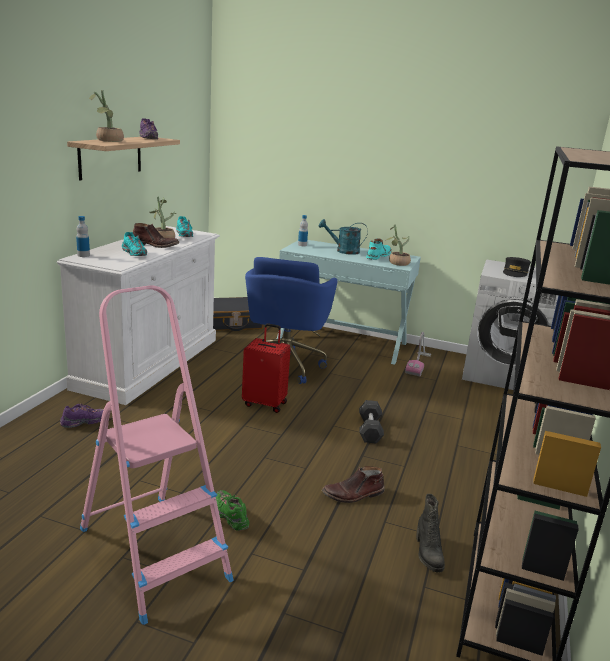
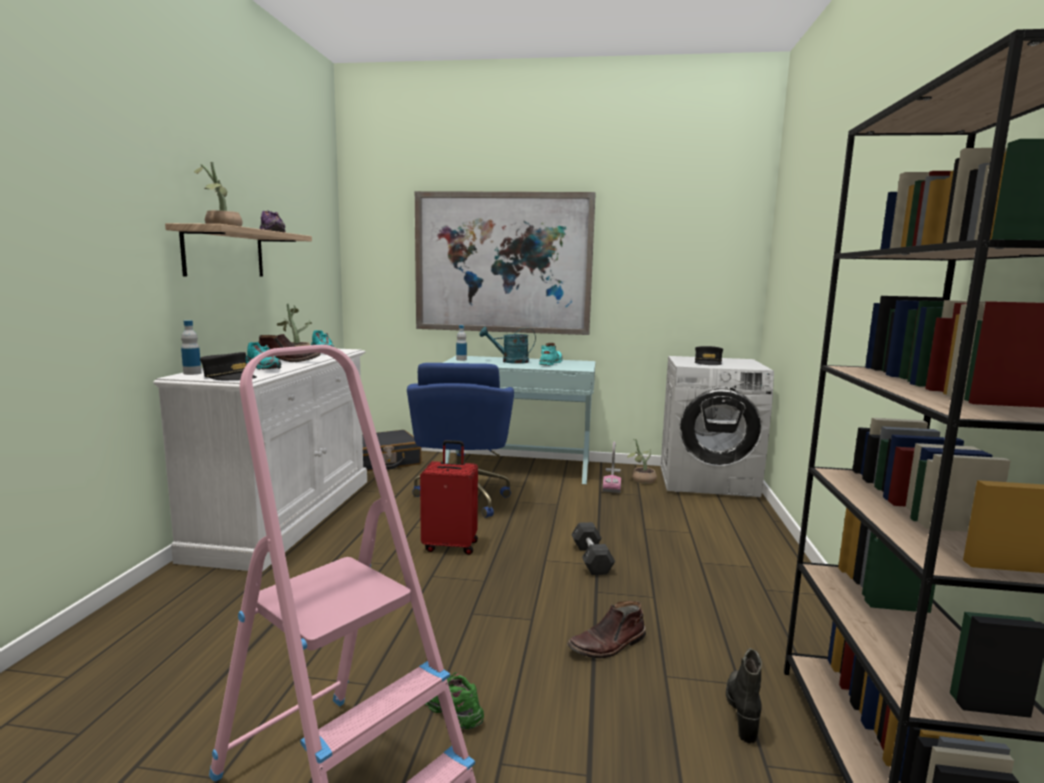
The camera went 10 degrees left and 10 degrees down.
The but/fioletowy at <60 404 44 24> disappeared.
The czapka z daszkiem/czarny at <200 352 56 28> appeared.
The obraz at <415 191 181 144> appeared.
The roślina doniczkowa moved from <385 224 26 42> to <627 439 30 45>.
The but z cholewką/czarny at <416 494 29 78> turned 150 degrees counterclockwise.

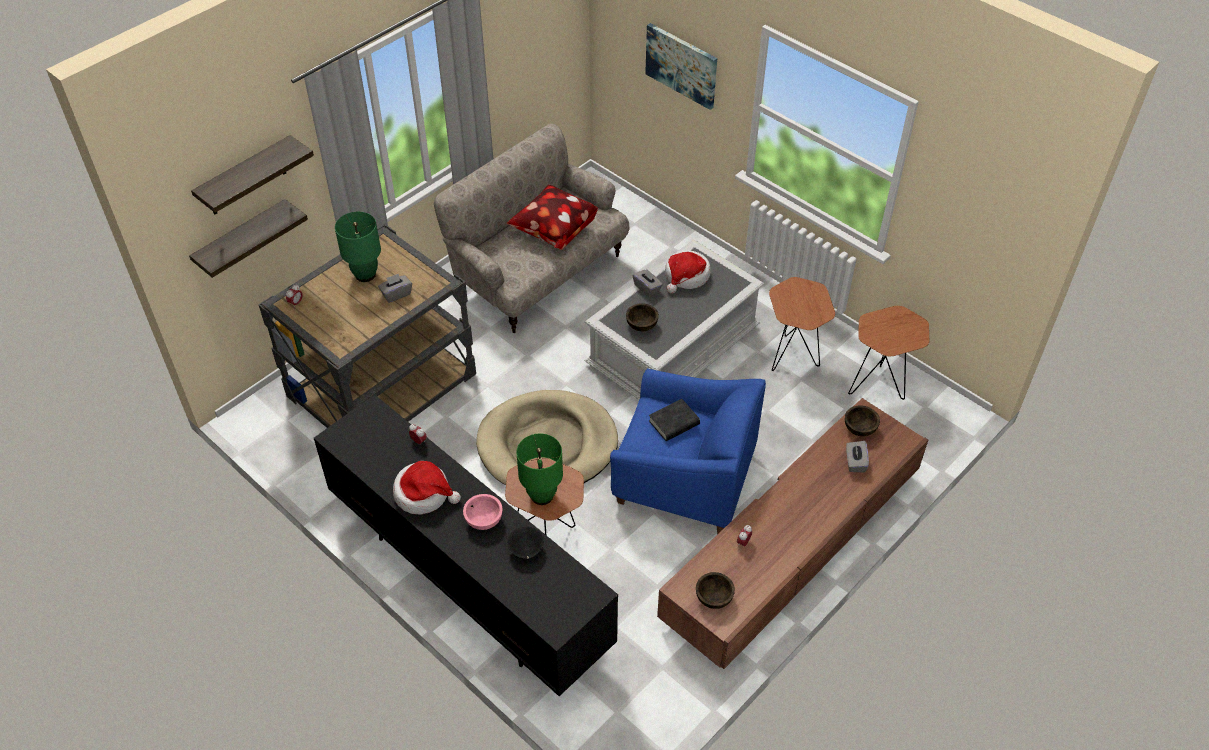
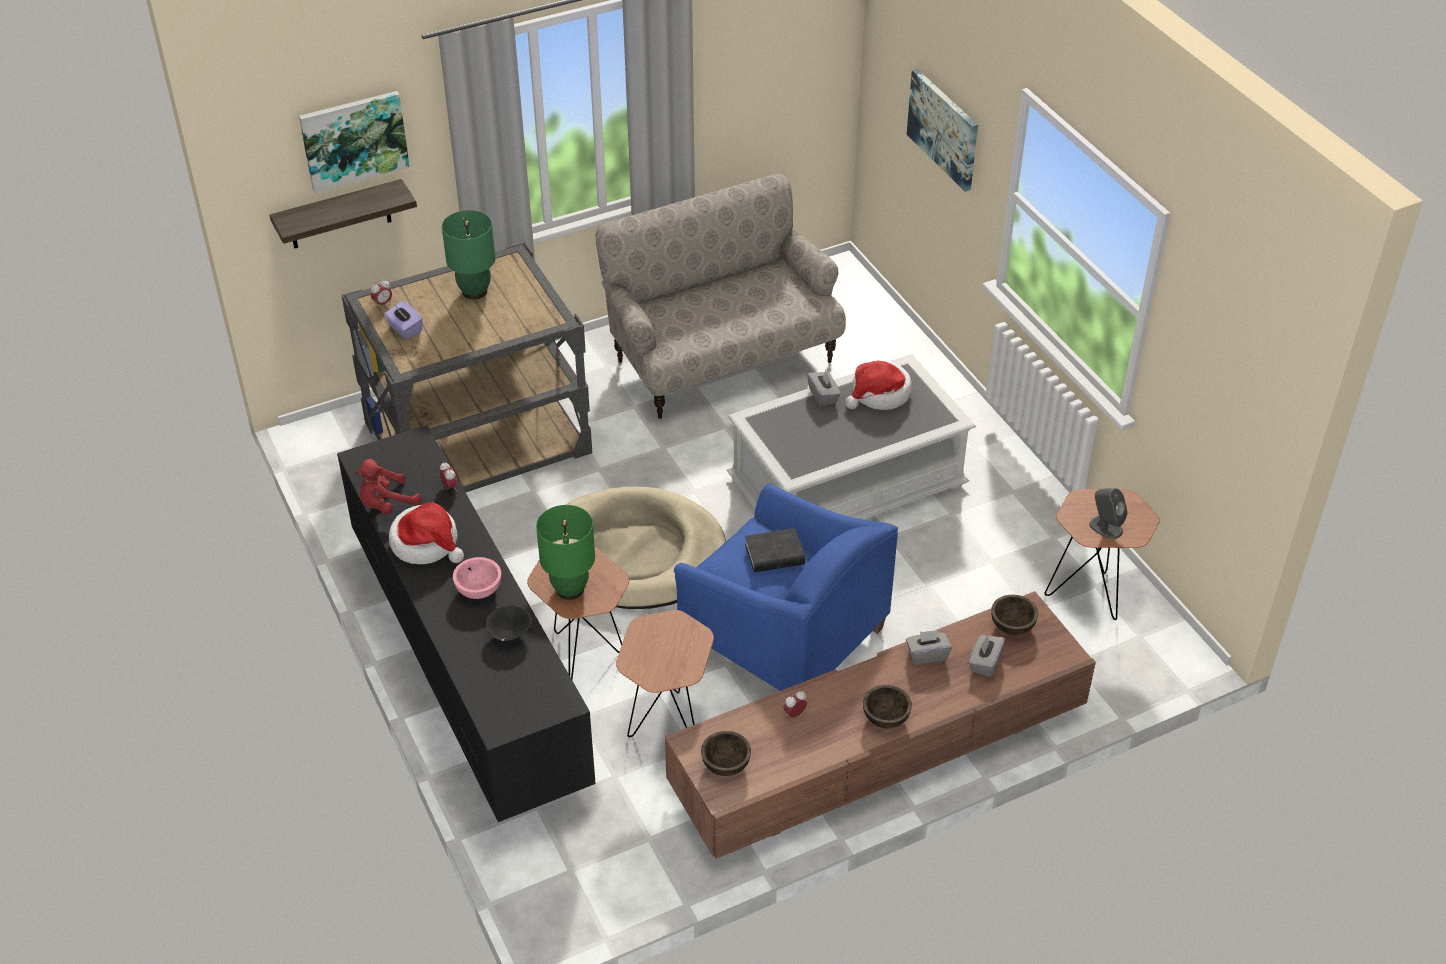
The camera went 20 degrees right and 5 degrees down.
The poduszka at <507 185 91 65> disappeared.
The pluszak/czerwony at <355 459 67 56> appeared.
The pudełko chusteczek/fioletowy at <384 301 39 38> appeared.
The głośnik/szary at <1089 488 39 51> appeared.
The pudełko chusteczek/szary moved from <378 274 34 29> to <906 630 46 35>.
The miska/brązowy moved from <626 303 33 29> to <863 685 49 44>.
The stolik/brązowy moved from <769 277 66 94> to <616 610 98 127>.
The półka at <191 135 123 80> was replaced by the obraz at <299 91 111 102>.

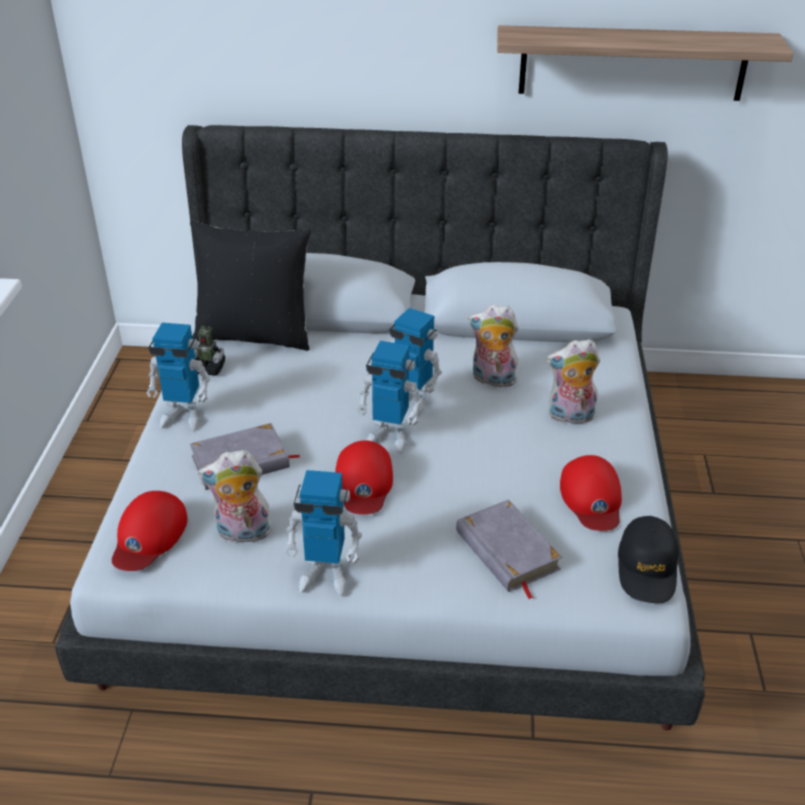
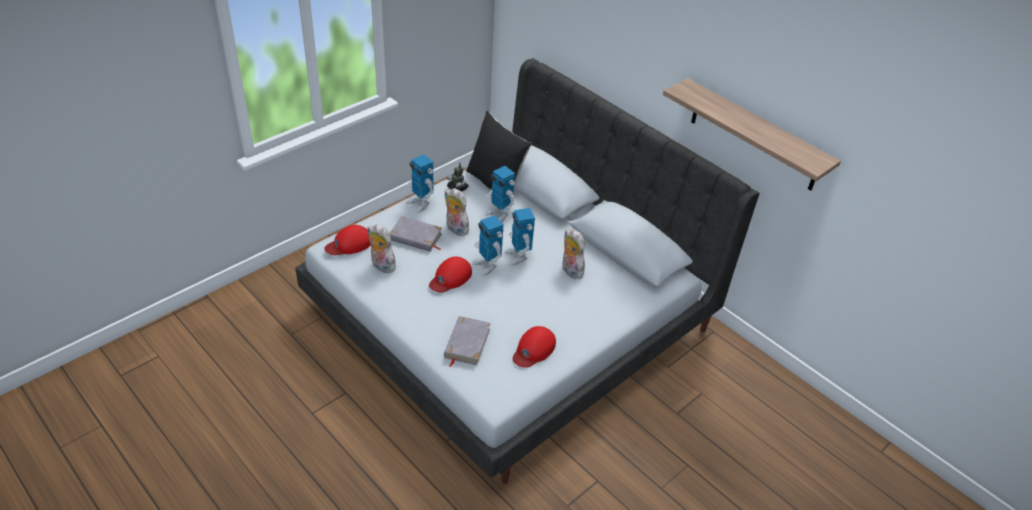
The camera went 40 degrees right and 5 degrees up.
The czapka z daszkiem/czarny at <618 516 61 87> disappeared.
The robot zabawkowy moved from <285 470 77 126> to <485 166 30 56>.
The pluszak moved from <546 339 54 85> to <445 188 24 48>.

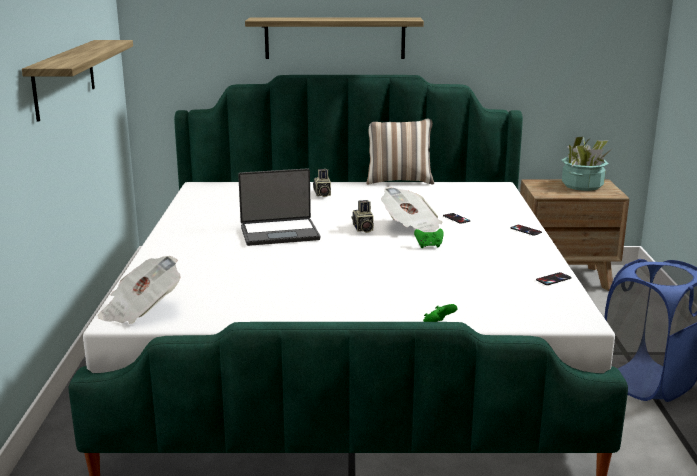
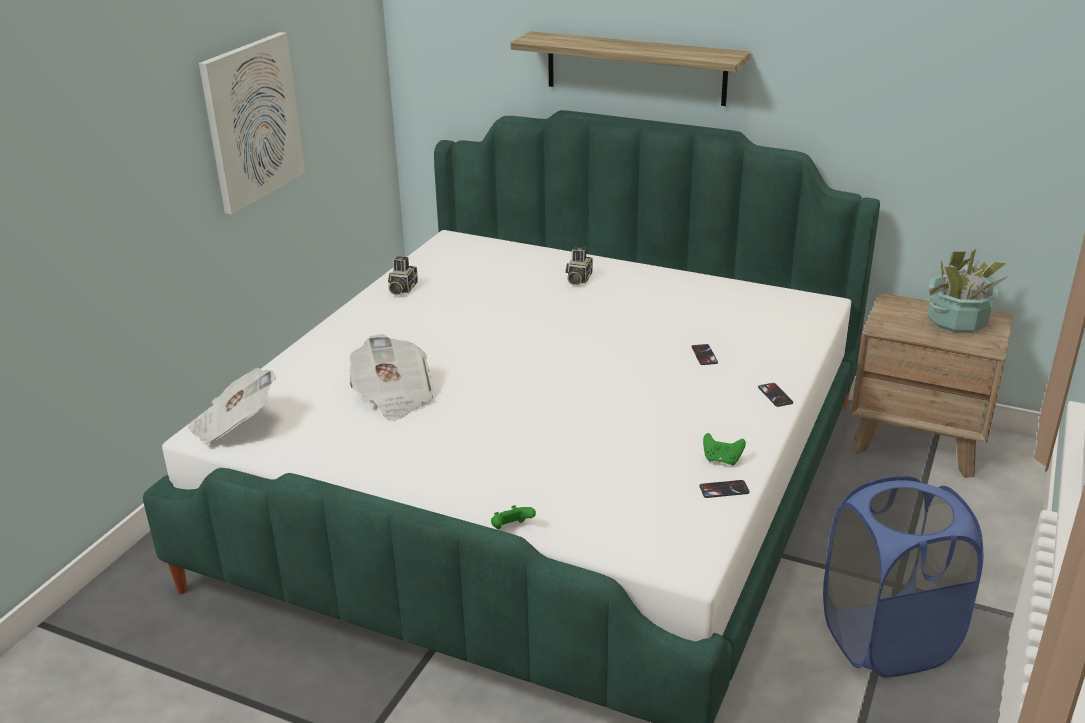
The camera went 25 degrees right and 10 degrees up.
The laptop at <238 168 82 78> disappeared.
The poduszka at <367 118 67 67> disappeared.
The aparat fotograficzny moved from <351 200 23 33> to <388 256 30 39>.
The gazeta moved from <381 187 61 45> to <349 334 84 87>.
The pad do gier/zielony moved from <414 229 30 19> to <703 433 43 32>.
The półka at <22 40 111 82> was replaced by the obraz at <199 32 106 182>.

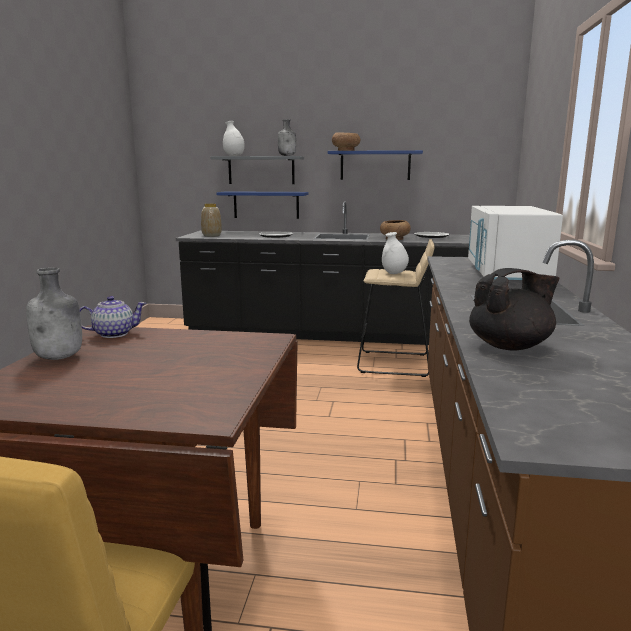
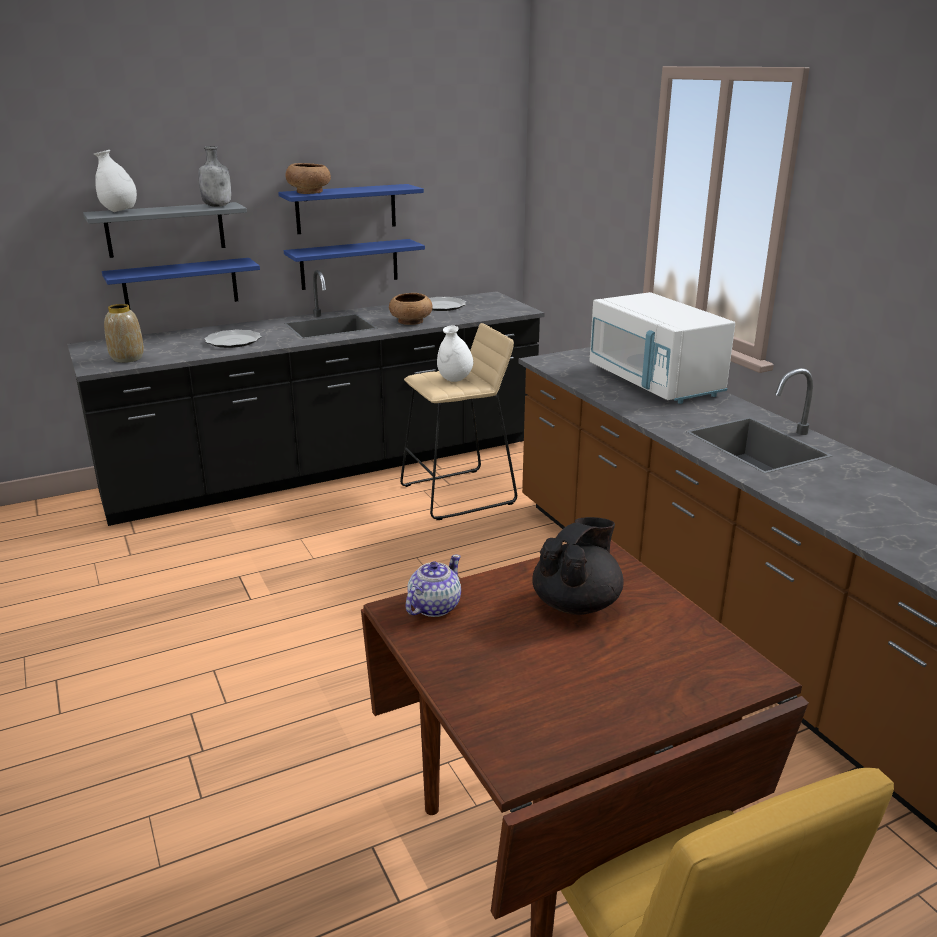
The camera went 35 degrees left and 10 degrees up.
The butelka/szary at <26 268 56 92> disappeared.
The półka/niebieski at <284 239 141 51> appeared.
The imbryk/czarny moved from <469 268 91 83> to <532 517 92 98>.

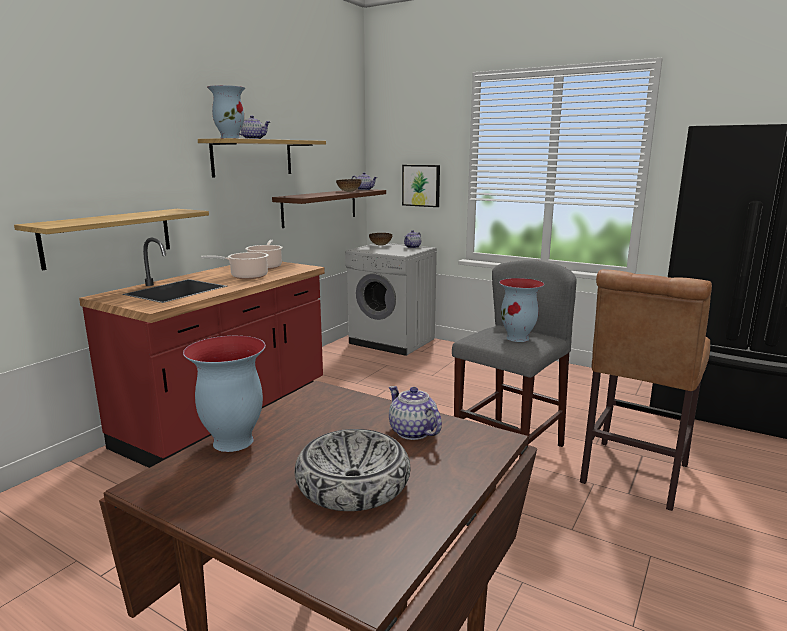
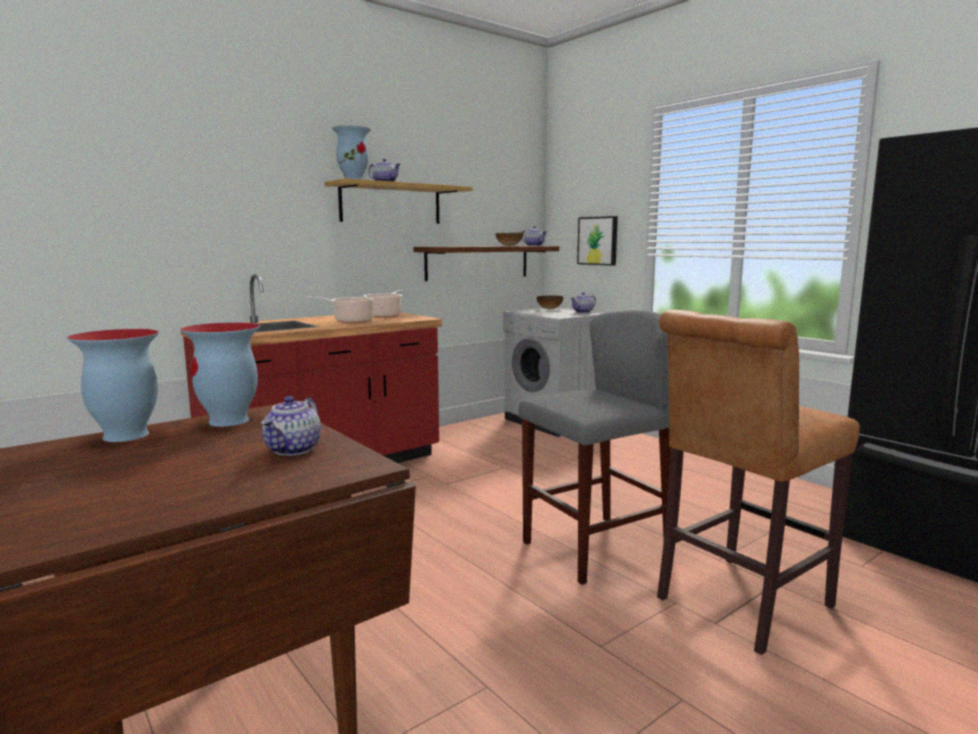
The camera went 20 degrees right and 5 degrees down.
The półka at <14 209 195 61> disappeared.
The miska at <295 429 115 82> disappeared.
The wazon moved from <499 278 45 64> to <180 322 80 105>.
The imbryk at <389 386 53 54> turned 150 degrees counterclockwise.

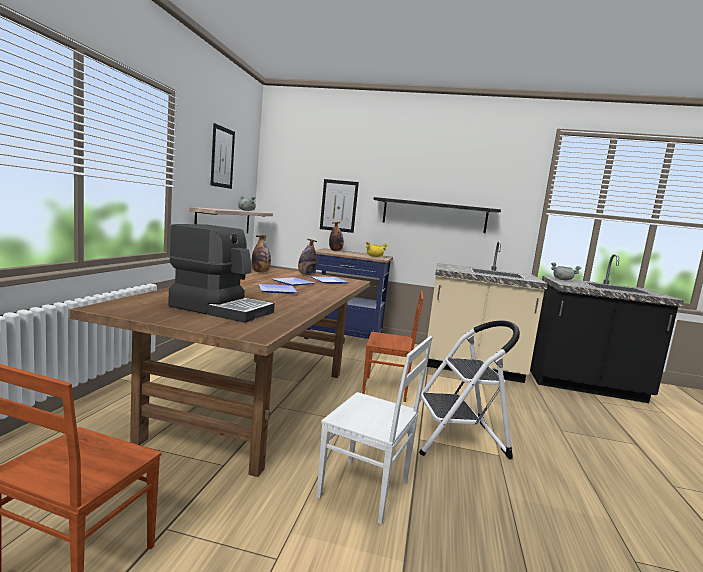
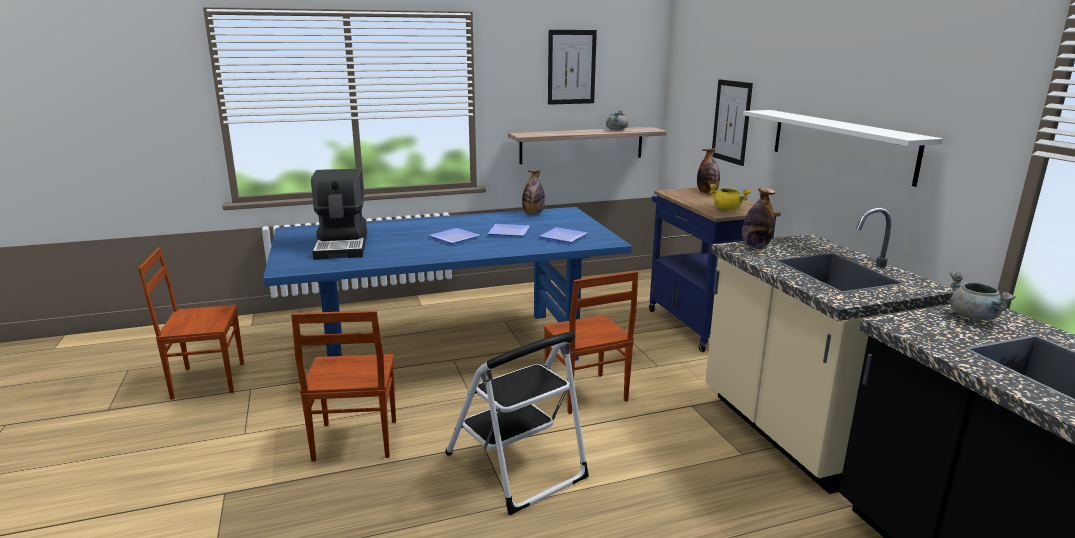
The camera went 60 degrees right and 10 degrees up.
The butelka moved from <298 239 19 36> to <742 187 34 61>.
The stół jadalny/brązowy at <70 267 300 210> became the stół jadalny/niebieski at <263 207 369 154>.
The krzesło/biały at <317 336 116 188> became the krzesło/brązowy at <291 310 105 152>.
The półka/czarny at <374 197 127 36> became the półka/biały at <743 110 200 77>.

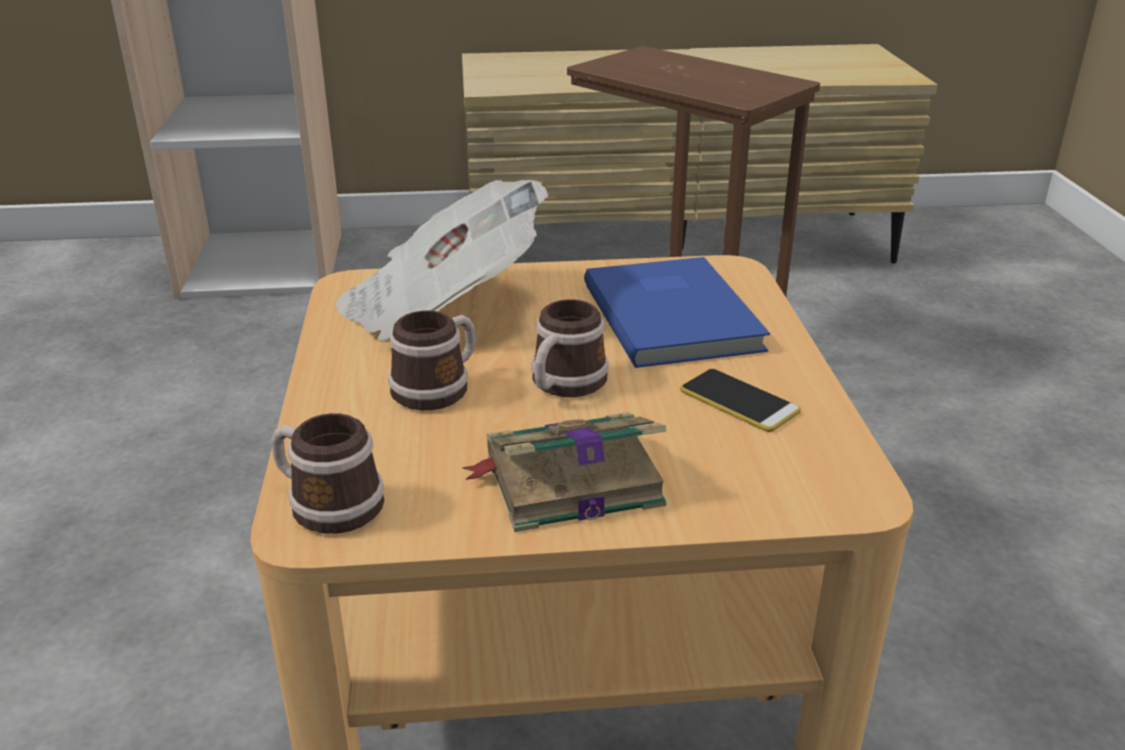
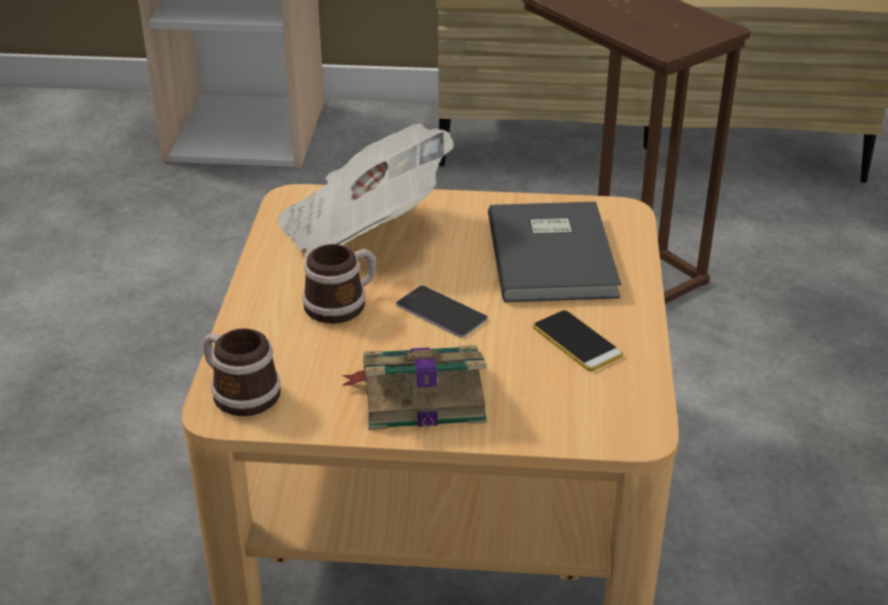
The camera went 10 degrees right and 5 degrees up.
The kubek at <531 299 78 98> was replaced by the telefon at <396 286 92 52>.
The książka/niebieski at <584 257 186 111> became the książka/szary at <488 201 133 101>.

